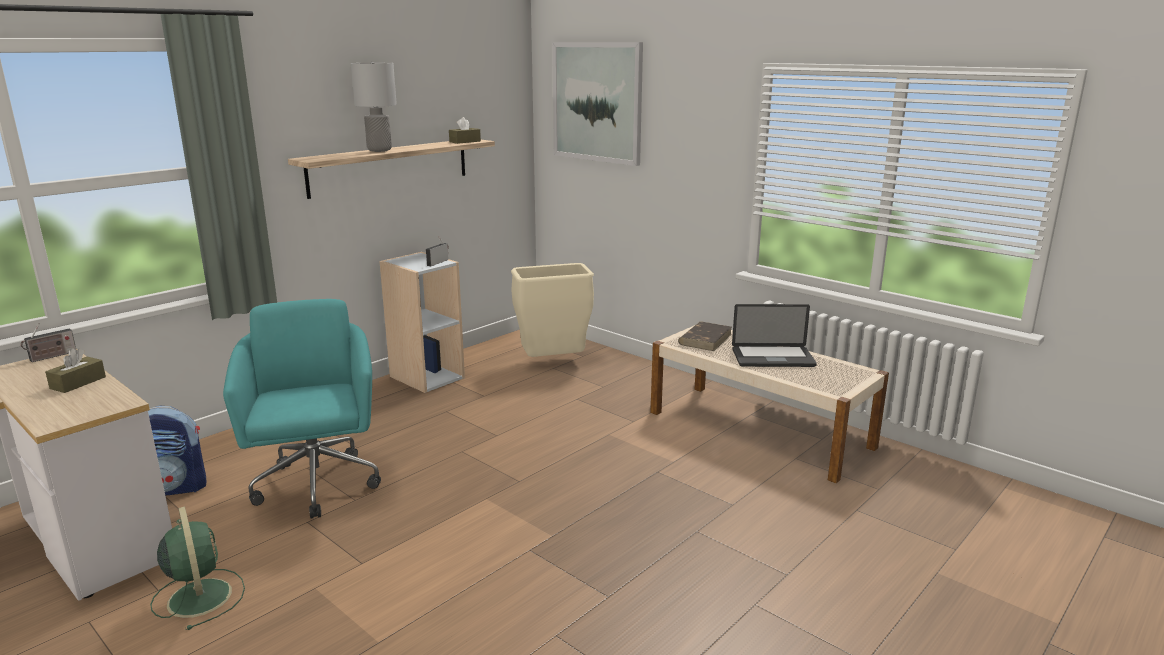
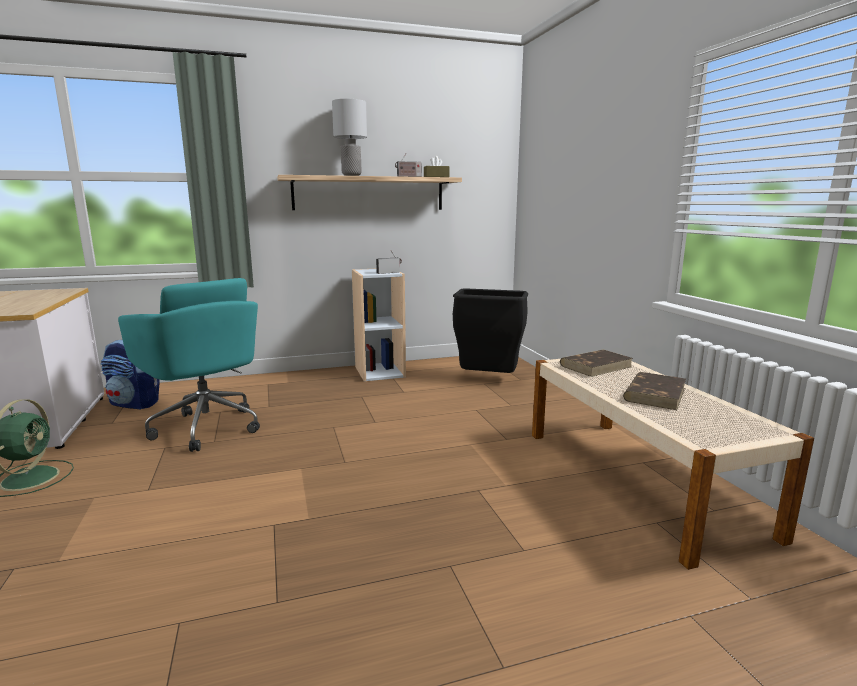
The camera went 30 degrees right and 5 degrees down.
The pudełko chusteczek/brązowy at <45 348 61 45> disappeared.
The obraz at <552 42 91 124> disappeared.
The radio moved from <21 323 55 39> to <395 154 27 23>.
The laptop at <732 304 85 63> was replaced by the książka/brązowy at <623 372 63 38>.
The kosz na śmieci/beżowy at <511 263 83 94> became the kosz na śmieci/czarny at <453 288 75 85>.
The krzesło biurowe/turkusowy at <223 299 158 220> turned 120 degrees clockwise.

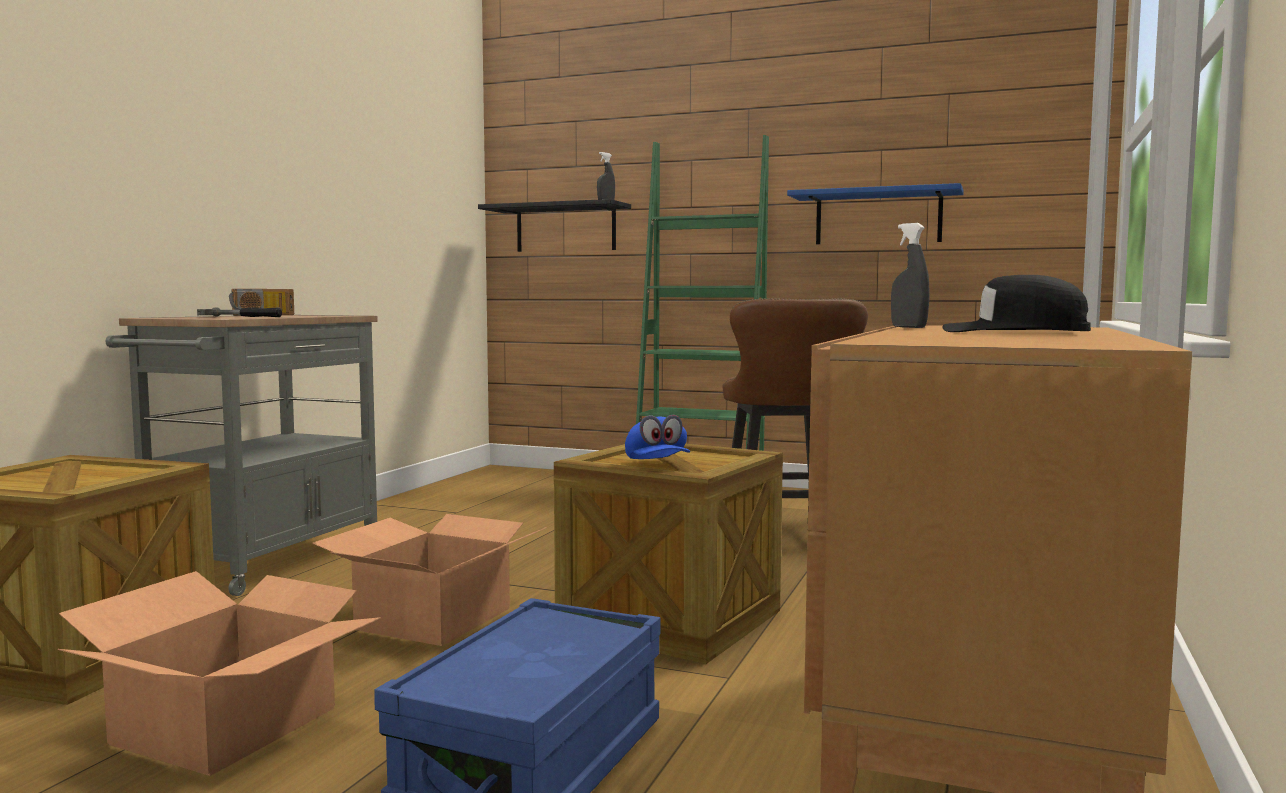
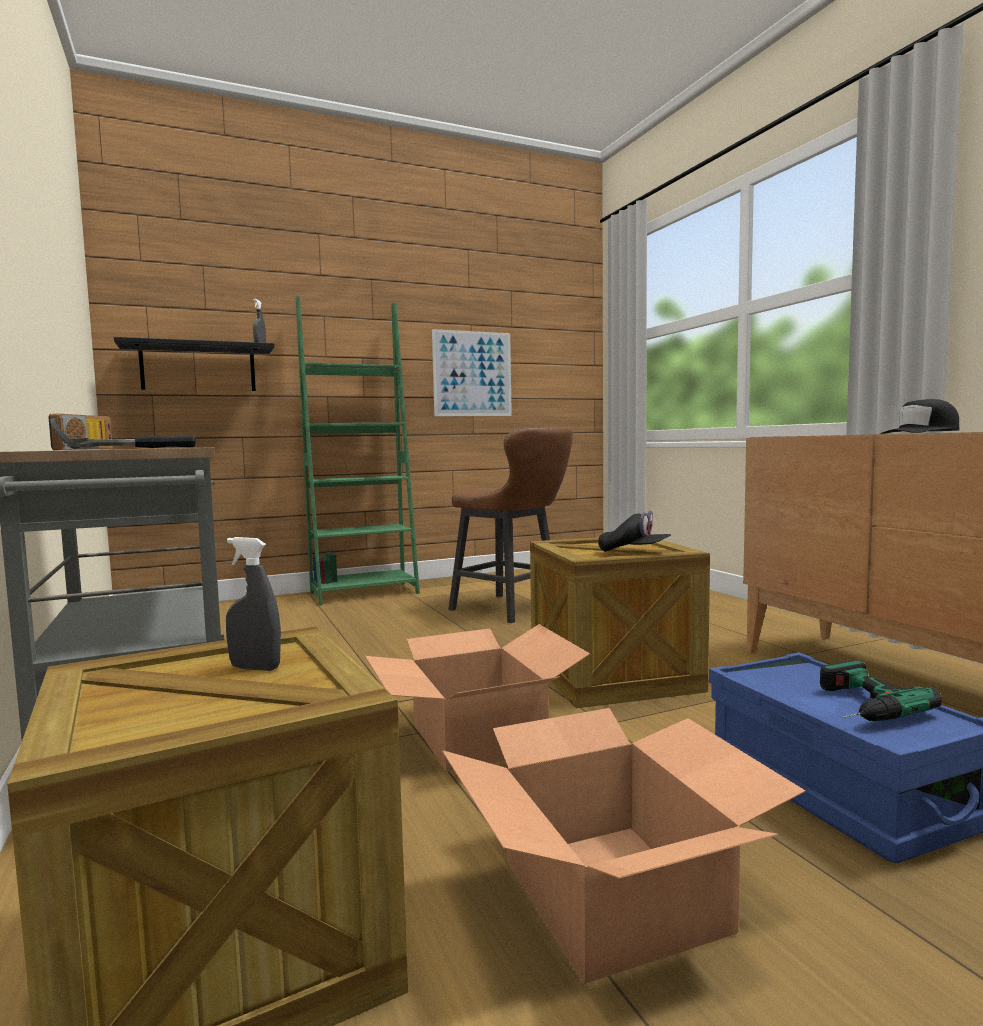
The camera went 45 degrees left and 0 degrees up.
The wiertarka at <820 660 122 61> appeared.
The spryskiwacz/szary moved from <891 223 38 105> to <226 537 55 134>.
The półka/niebieski at <787 183 177 61> was replaced by the obraz at <432 329 80 87>.
The czapka z daszkiem/niebieski at <625 415 65 44> became the czapka z daszkiem/czarny at <598 511 73 41>.

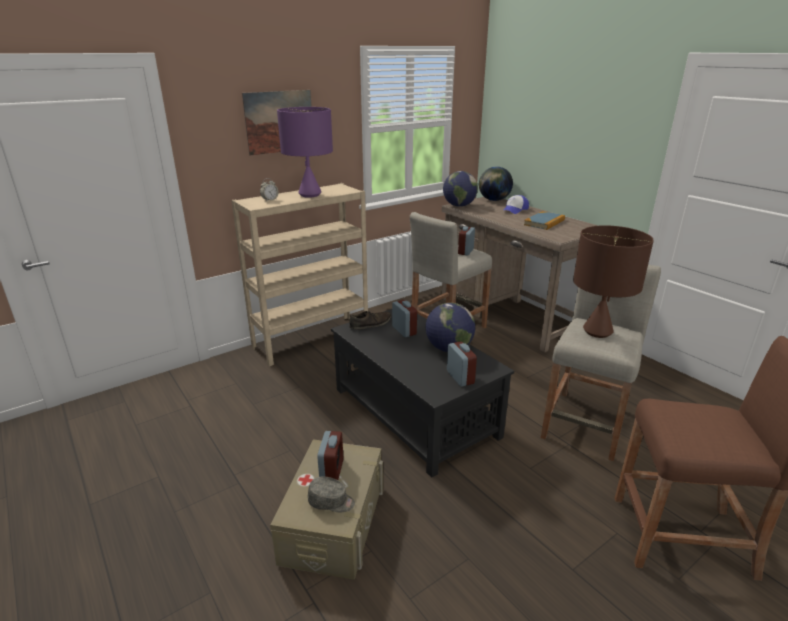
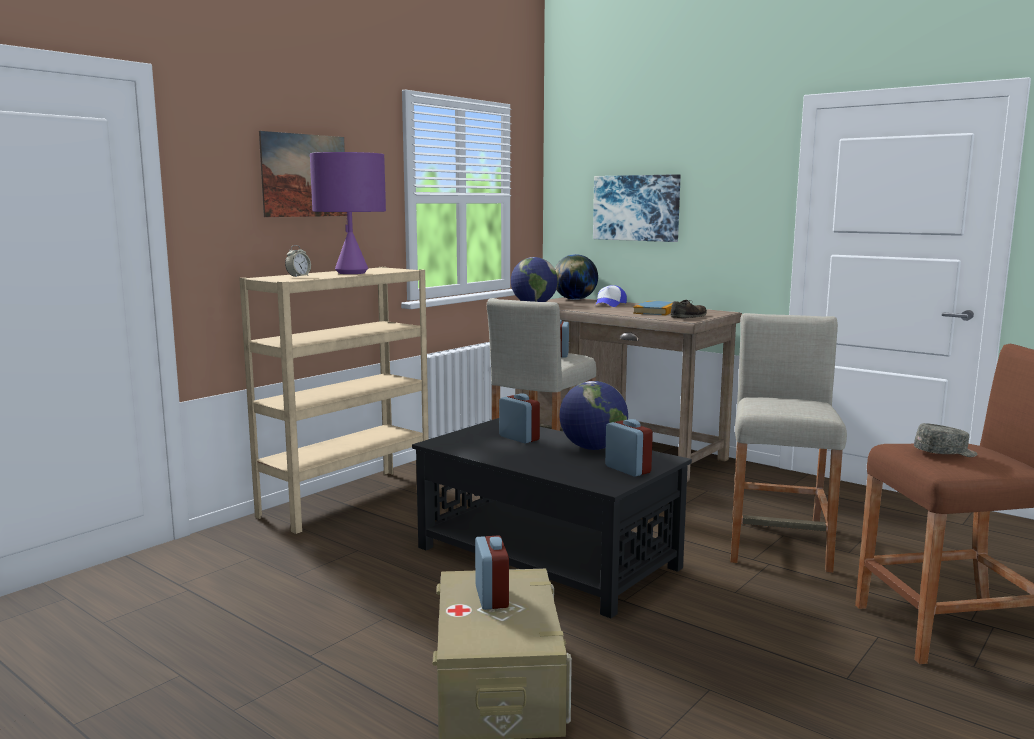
The camera went 15 degrees left and 15 degrees down.
The lampa stołowa/brązowy at <573 225 81 113> disappeared.
The obraz at <593 174 88 68> appeared.
The czapka z daszkiem/szary moved from <308 476 47 36> to <914 423 64 34>.
The but/brązowy moved from <349 311 42 19> to <670 300 37 18>.

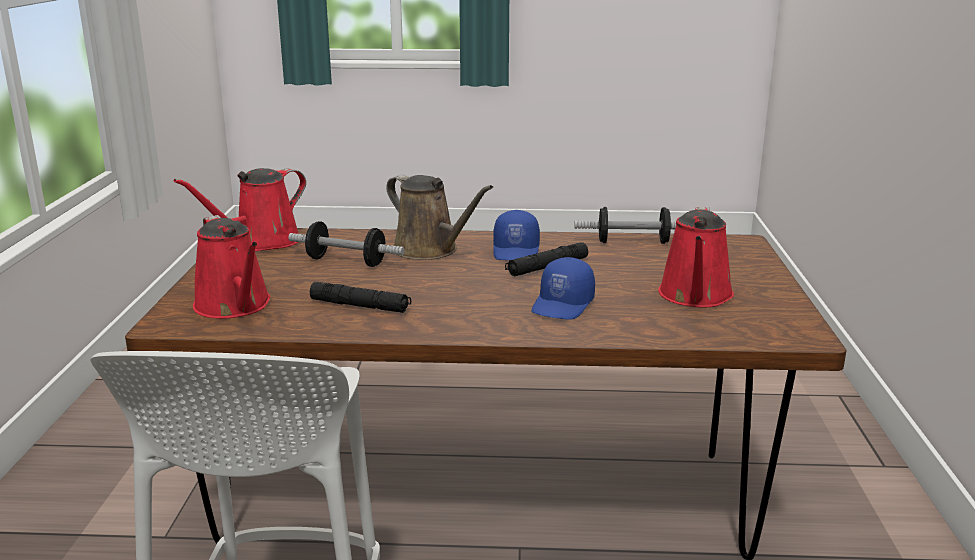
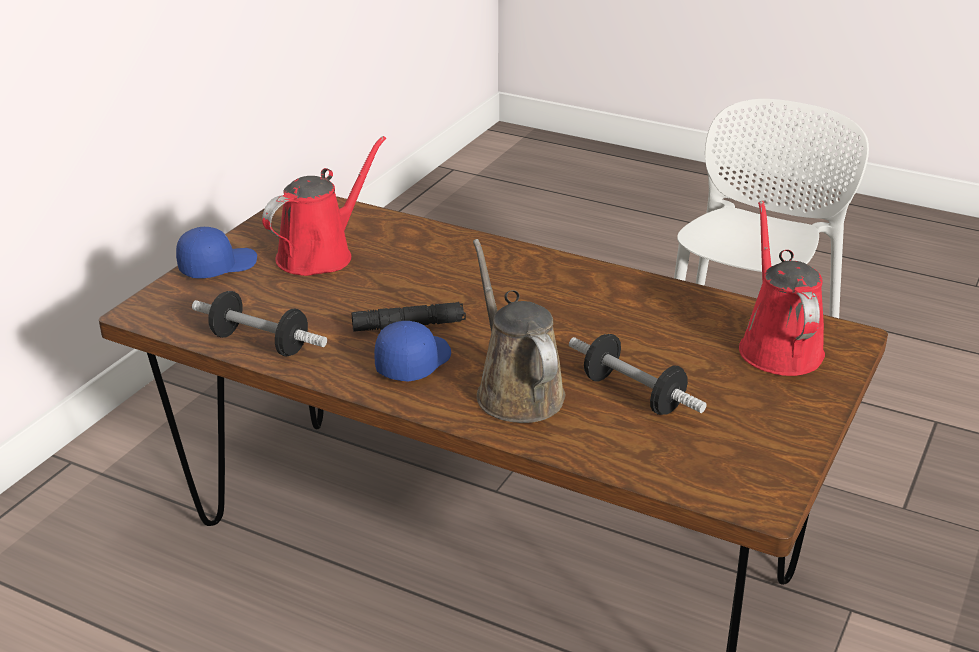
The camera went 155 degrees left and 10 degrees up.
The konewka/czerwony at <174 168 132 83> disappeared.
The latarka/czarny at <310 282 101 31> disappeared.
The czapka z daszkiem/niebieski moved from <532 257 63 63> to <176 227 81 51>.

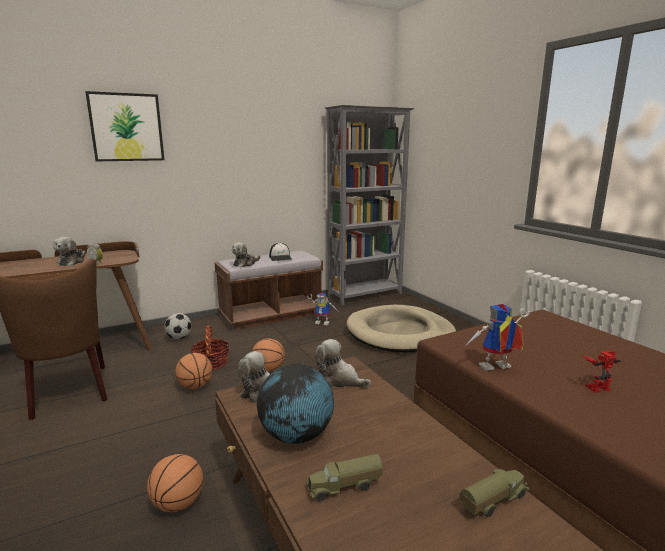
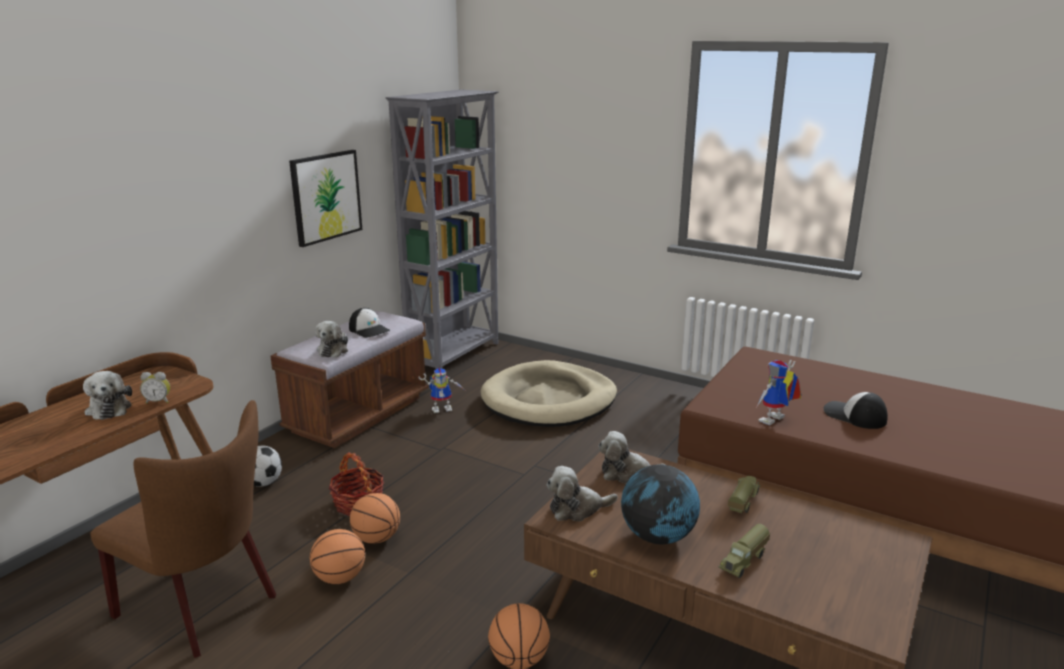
The camera went 30 degrees left and 5 degrees up.
The obraz moved from <85 91 79 70> to <289 150 73 97>.
The piłka do koszykówki moved from <252 338 33 34> to <310 529 55 55>.
The ciężarówka zabawkowa moved from <459 468 70 49> to <728 476 32 37>.
The robot zabawkowy at <582 351 39 42> was replaced by the czapka z daszkiem at <823 392 65 37>.

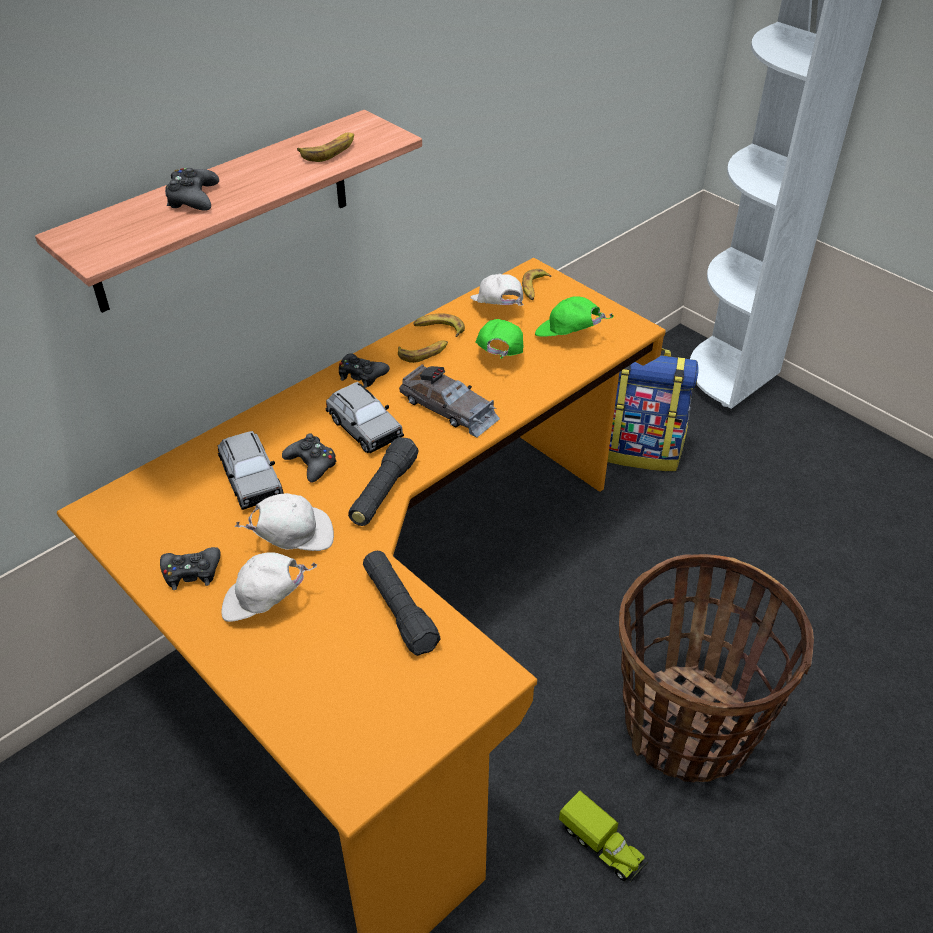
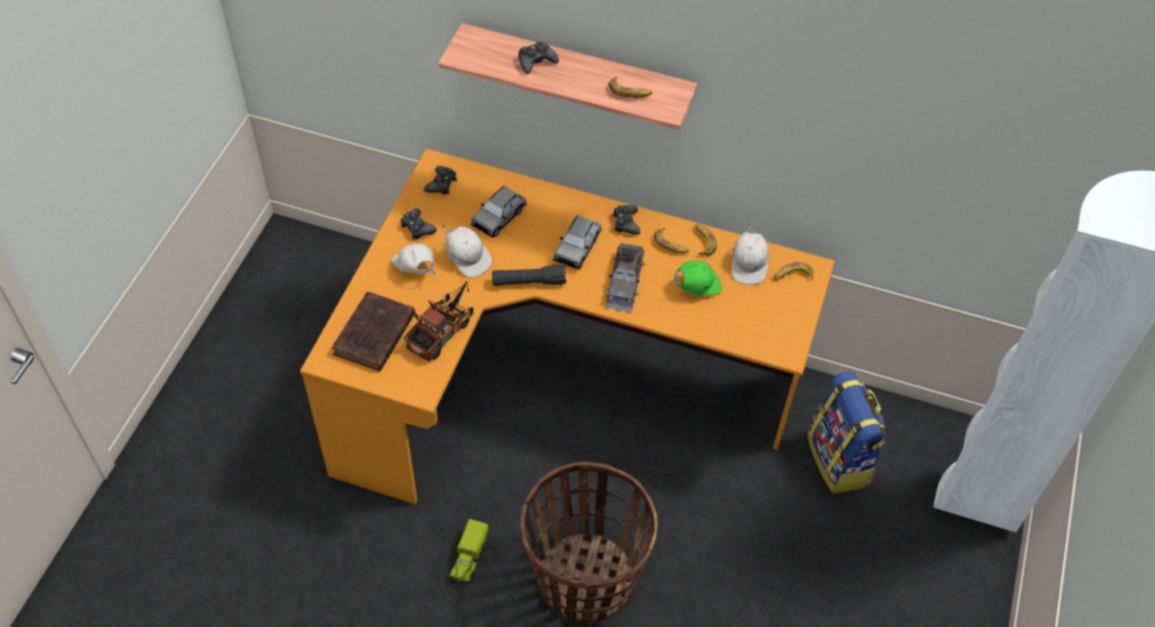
The camera went 60 degrees right and 10 degrees up.
The czapka z daszkiem/zielony at <535 296 79 41> disappeared.
The książka/brązowy at <332 291 83 81> appeared.
The pad do gier/czarny moved from <282 434 55 49> to <424 166 33 29>.
The latarka/czarny at <363 551 78 105> was replaced by the ciężarówka zabawkowa at <404 281 70 81>.
The czapka z daszkiem/biały at <470 274 53 32> turned 150 degrees clockwise.

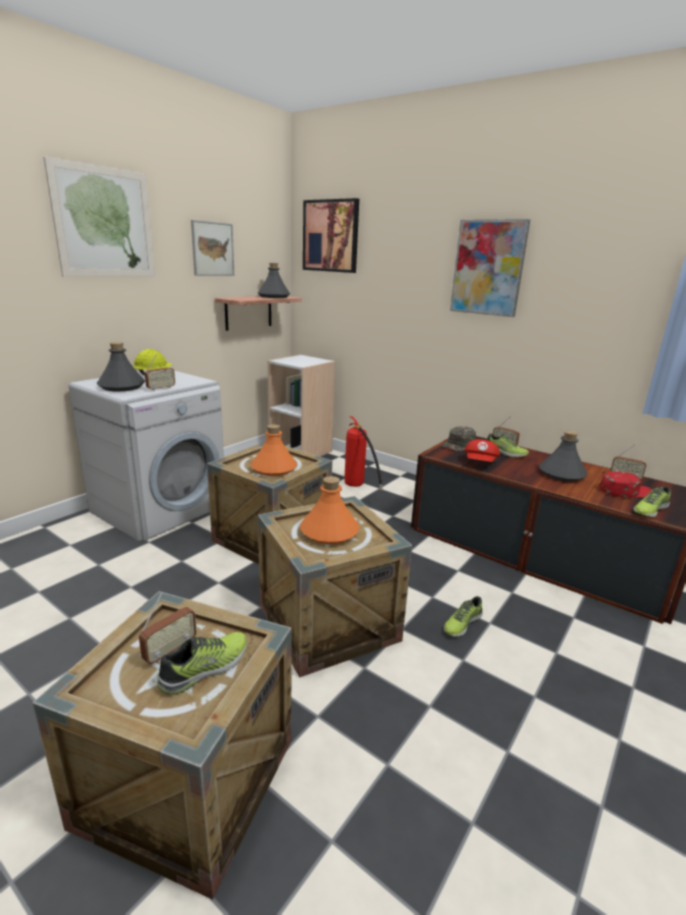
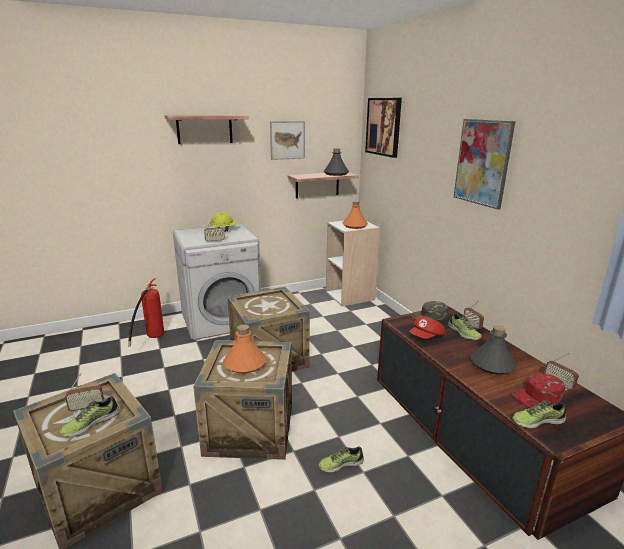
The camera went 30 degrees right and 0 degrees up.
The butelka/szary at <97 342 48 49> disappeared.
The butelka/pomarańczowy moved from <251 424 46 52> to <342 201 26 28>.
The gaśnica moved from <344 416 39 75> to <128 278 36 69>.
The obraz at <44 156 111 121> was replaced by the półka at <164 115 85 29>.
The but at <157 632 90 62> turned 150 degrees clockwise.
The czapka z daszkiem/czerwony at <599 471 53 27> turned 135 degrees clockwise.

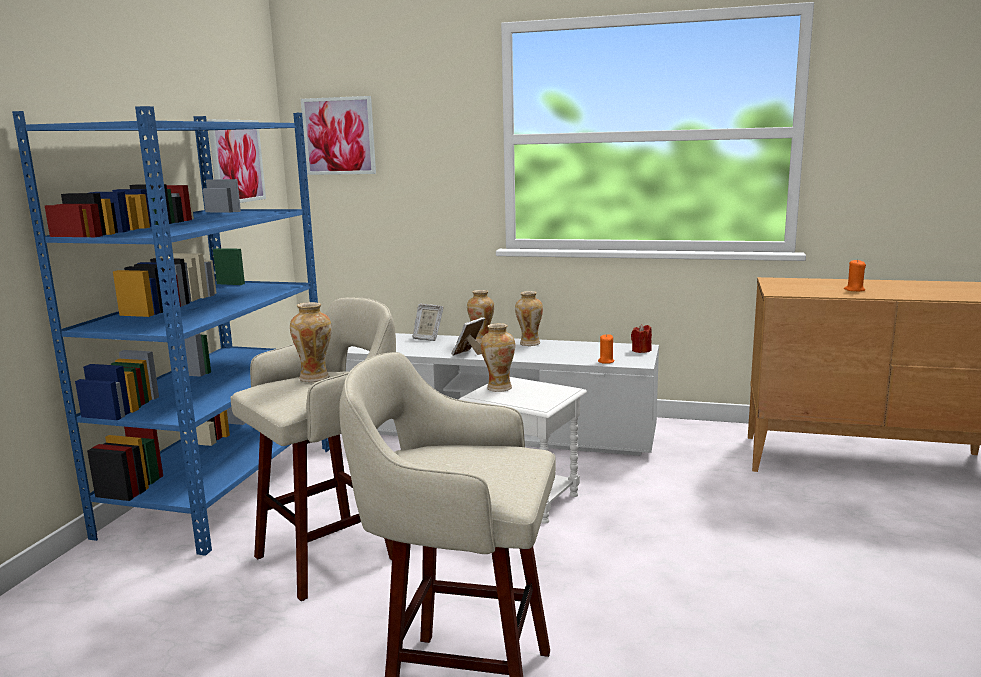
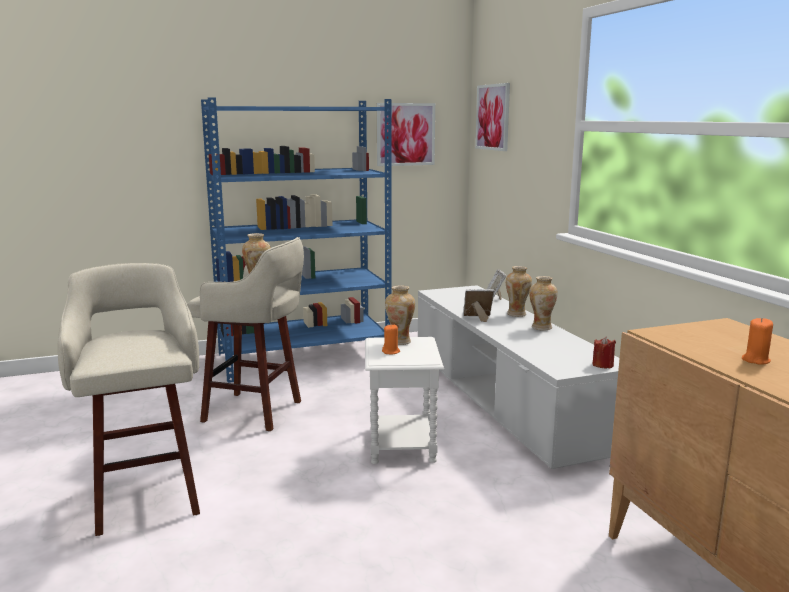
The camera went 55 degrees right and 0 degrees up.
The świeca/pomarańczowy moved from <598 334 17 30> to <382 325 18 29>.

